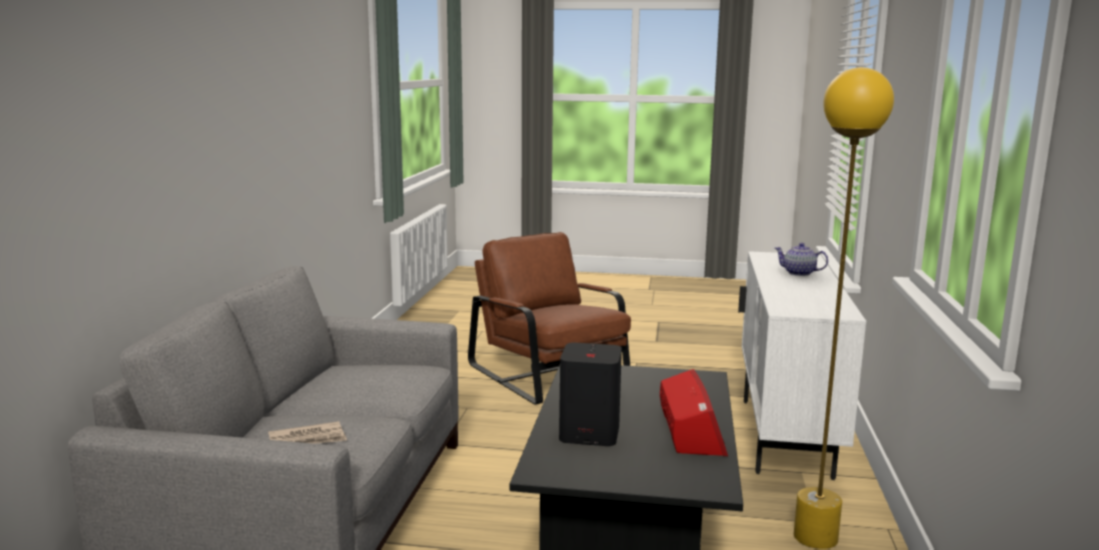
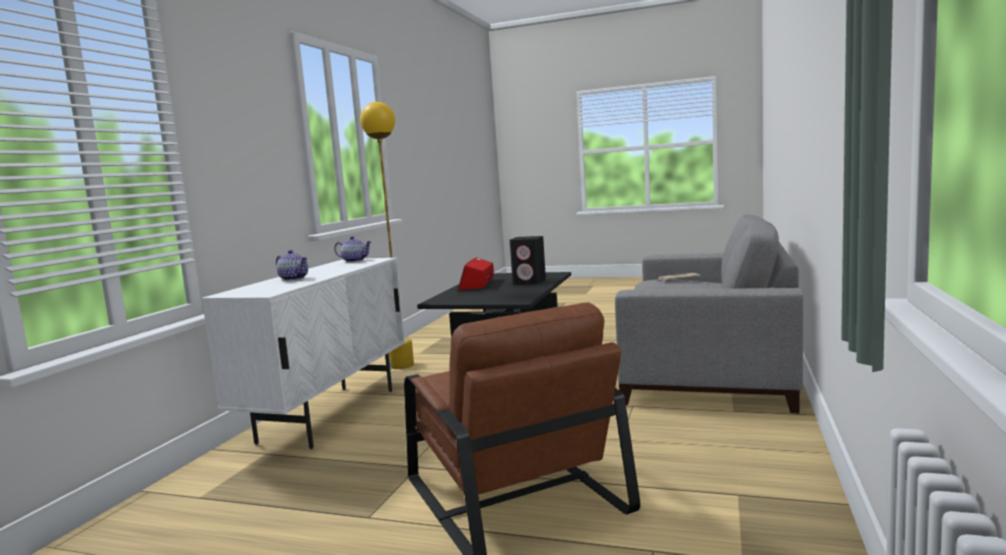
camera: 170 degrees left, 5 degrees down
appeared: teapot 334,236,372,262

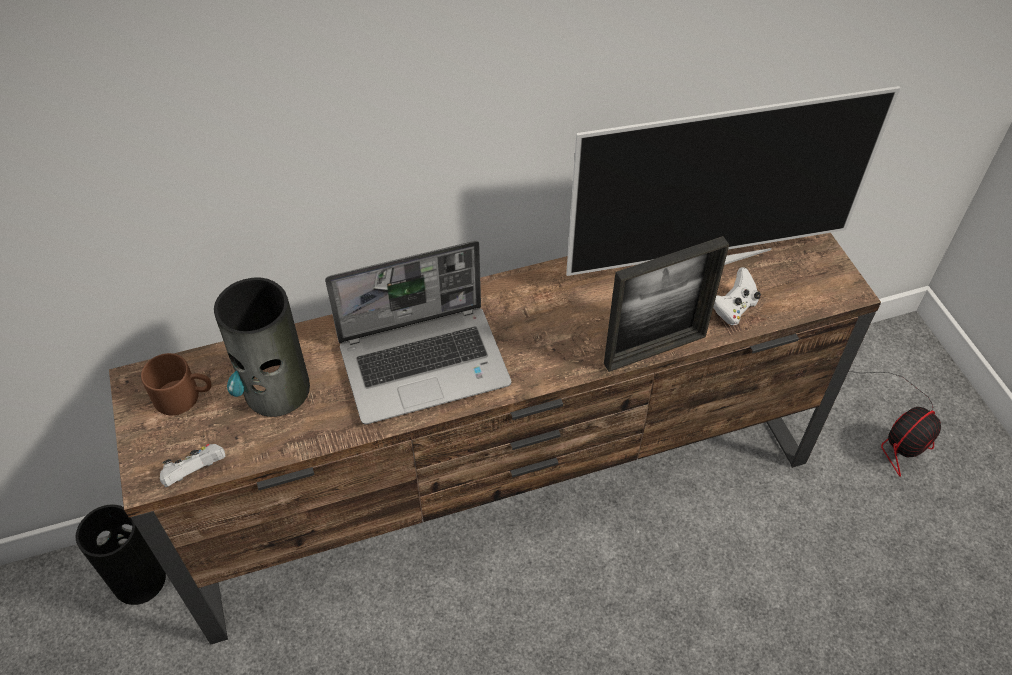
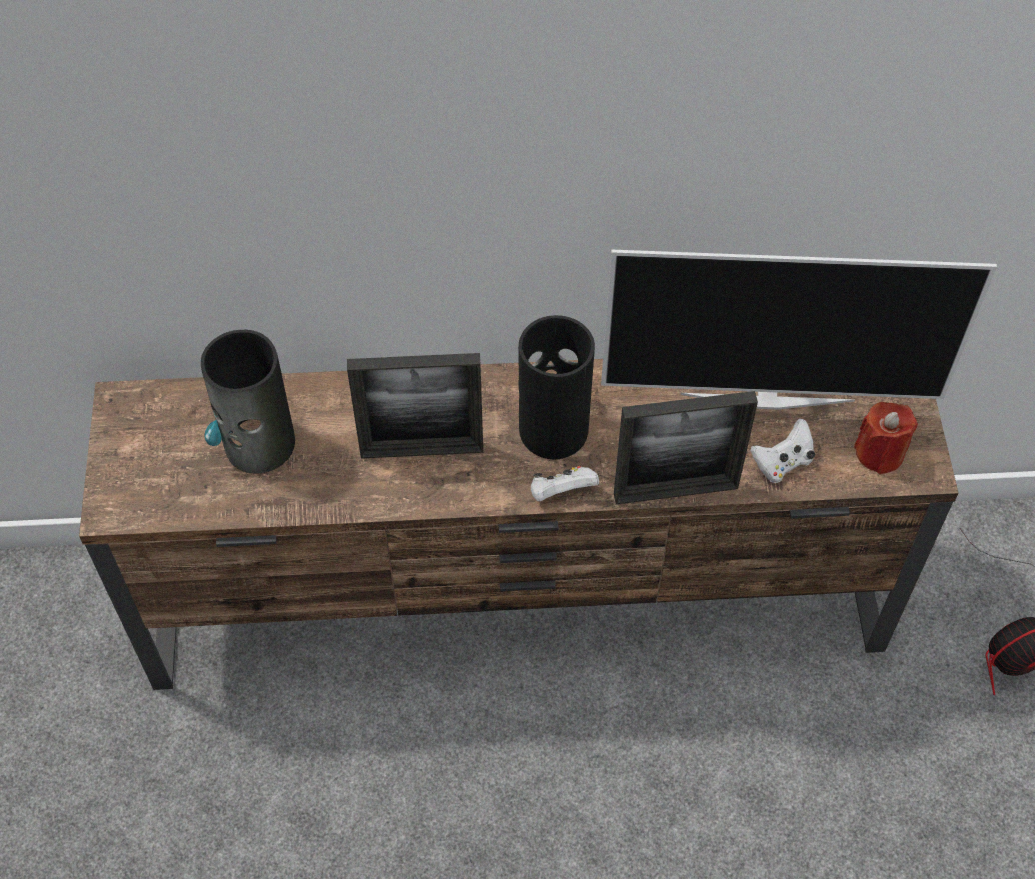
camera: 15 degrees right, 5 degrees up
missing: brown-coloured_mug 141,353,211,415
appeared: red_candle 854,402,918,474
relocated: whitish_gamepad 160,444,226,487 to 531,466,599,501; vase 76,504,166,605 to 518,315,595,459
exchanged: laptop 325,241,512,425 to picture_frame 347,353,483,459

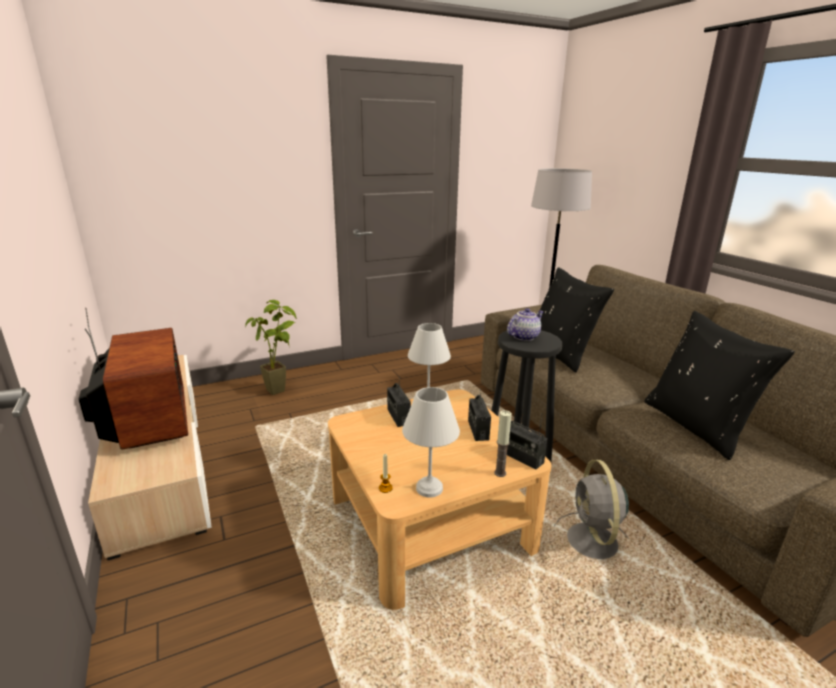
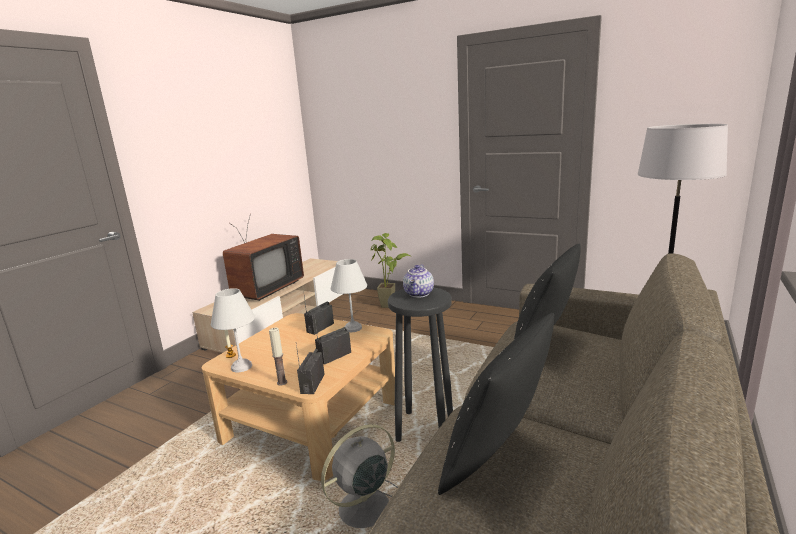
camera: 55 degrees right, 5 degrees down
spun: teapot 507,308,544,341 = 403,264,434,298 90 degrees clockwise

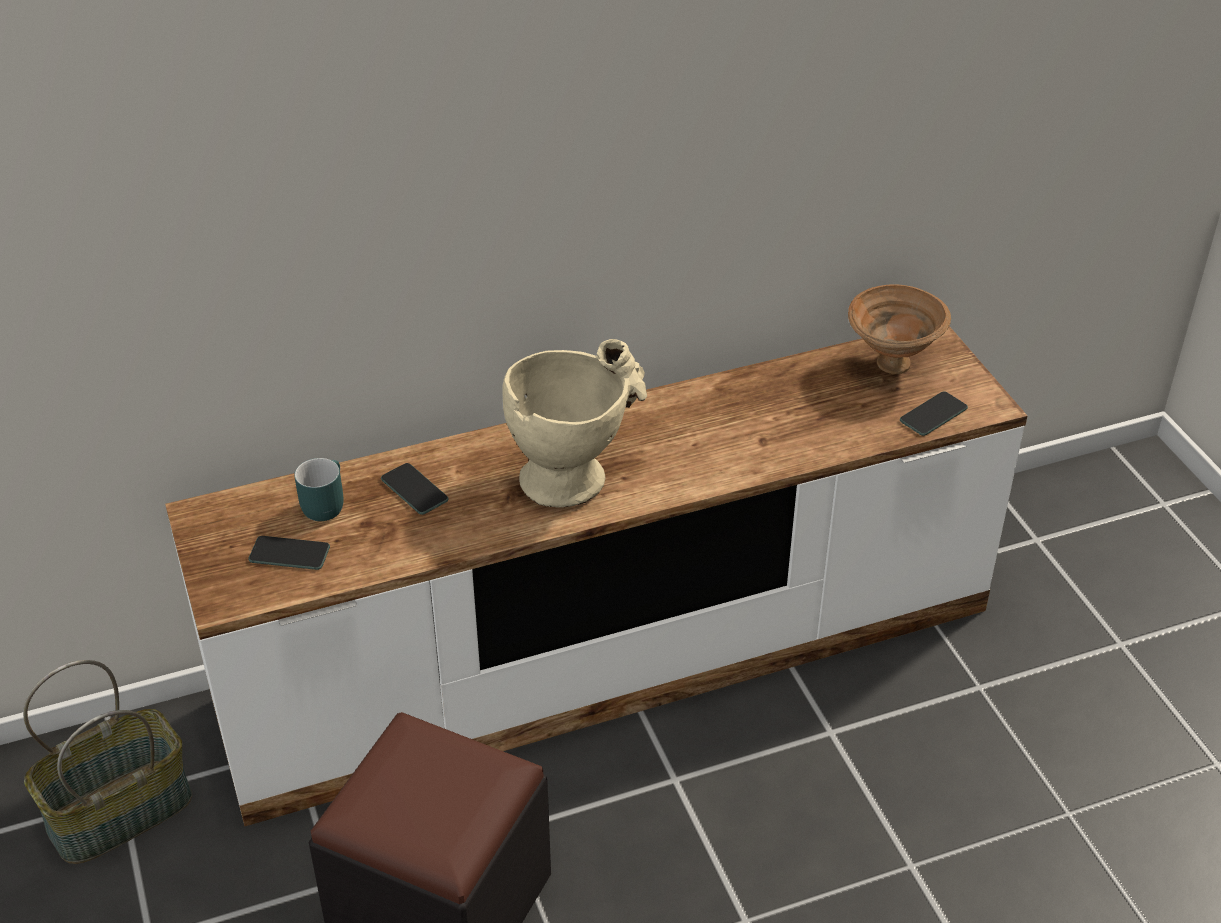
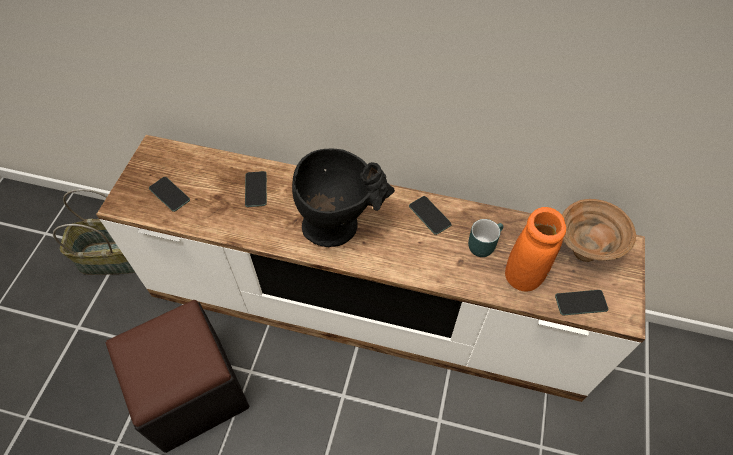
camera: 35 degrees right, 15 degrees up
appeared: telephone 409,196,452,235; orange_vase 505,207,566,291
relocated: turquoise-coloured_mug 294,458,343,521 to 468,219,504,257
colour: beige_vase 503,339,647,508 to black-coloured_vase 292,148,395,247

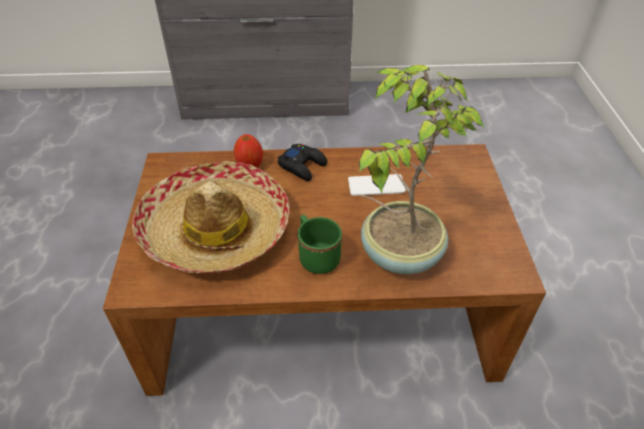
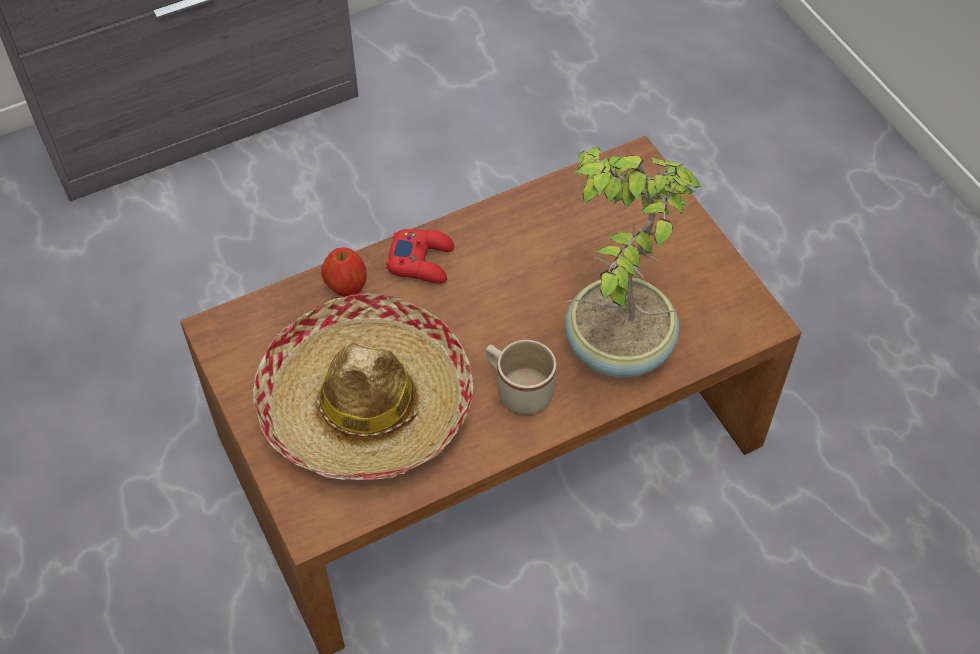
camera: 25 degrees left, 10 degrees up
missing: telephone 348,174,406,196
colour: black-coloured_gamepad 278,144,327,181 to red_gamepad 386,229,454,284; green_mug 298,215,342,274 to beige_mug 486,340,557,414

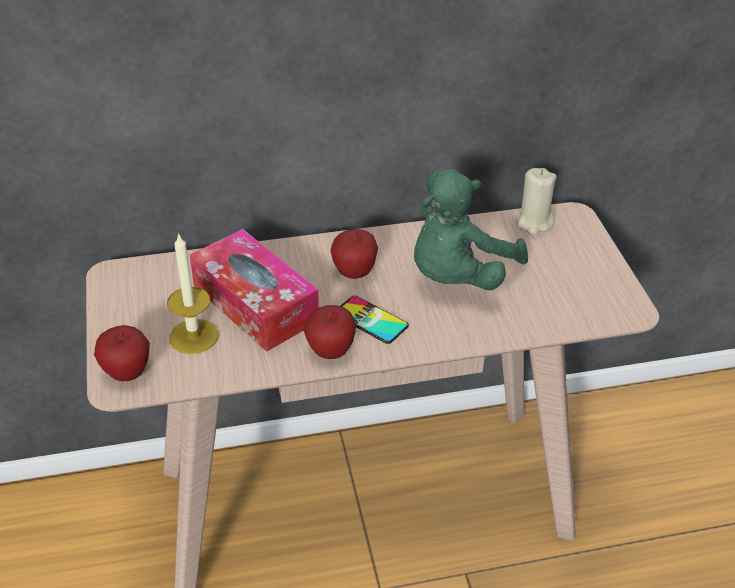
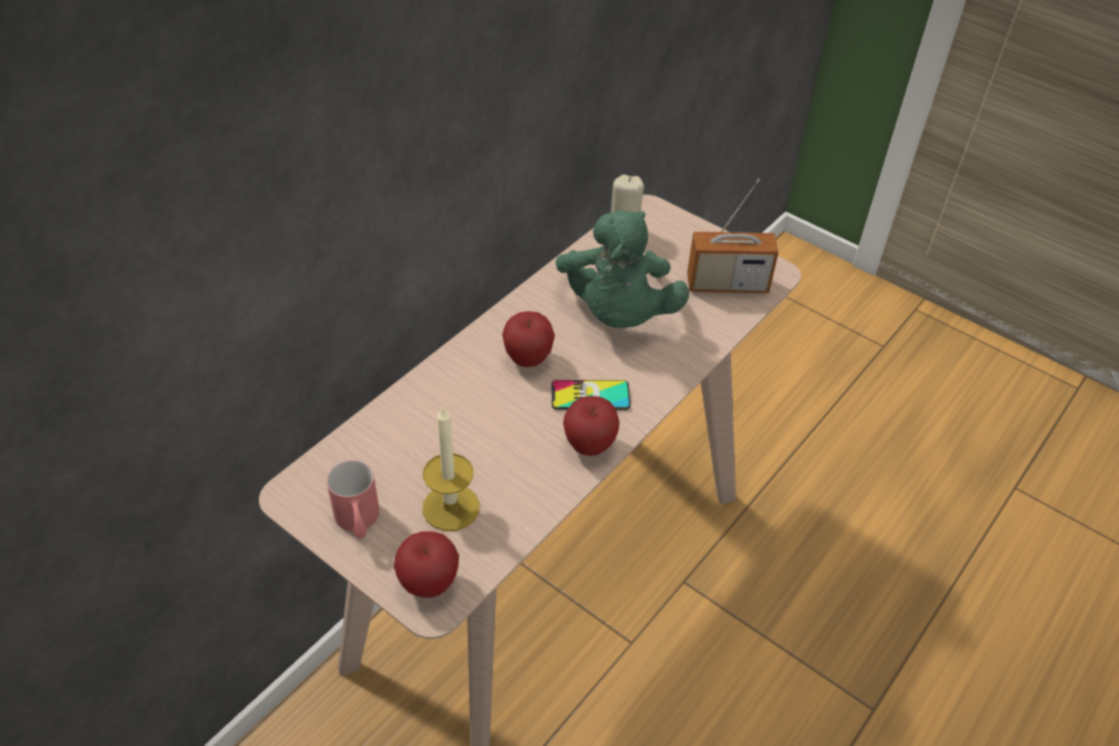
camera: 40 degrees left, 5 degrees up
missing: box_of_tissues 190,229,319,352
appeared: radio_receiver 687,179,779,293; red_mug 326,460,380,538

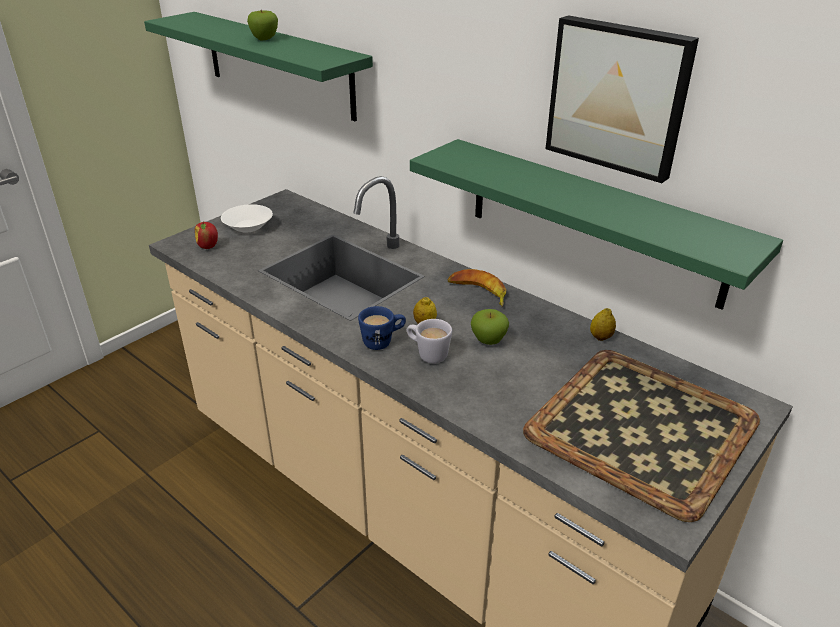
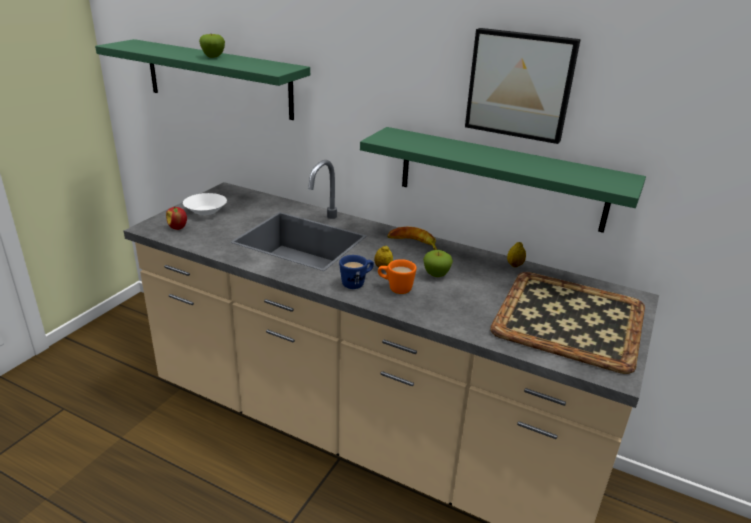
camera: 15 degrees left, 5 degrees down
colour: whitish_mug 407,319,452,364 to orange_mug 378,259,417,294

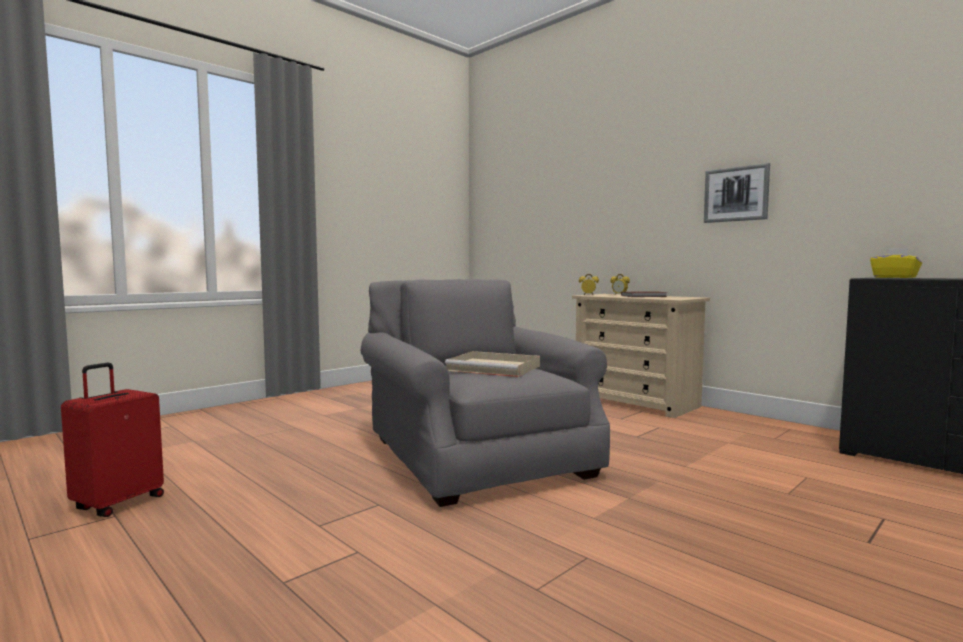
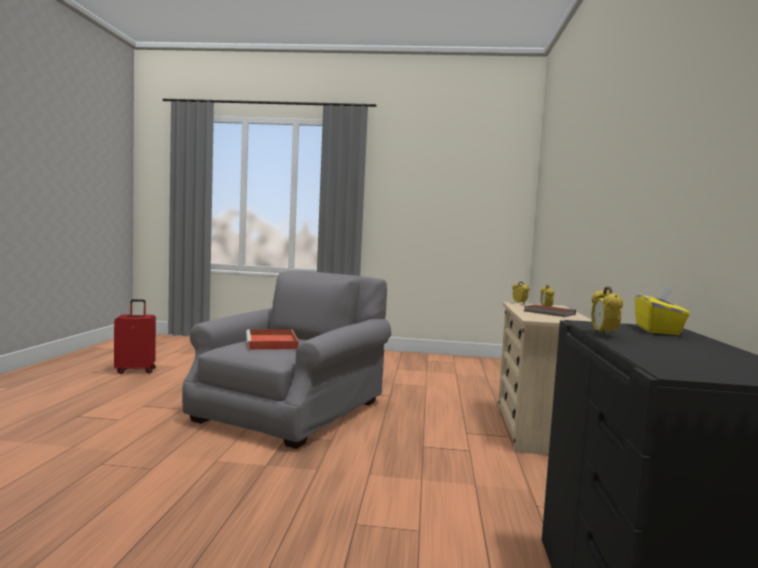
camera: 50 degrees right, 0 degrees up
missing: wall_art 704,163,770,223
appeared: bedside_clock 591,286,623,336
colour: beige_serving_tray 445,351,540,377 to red_serving_tray 246,329,299,350

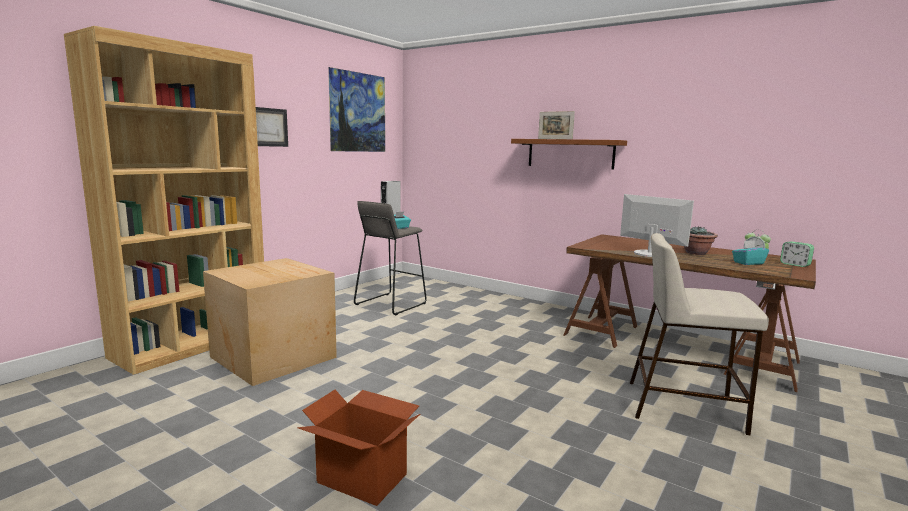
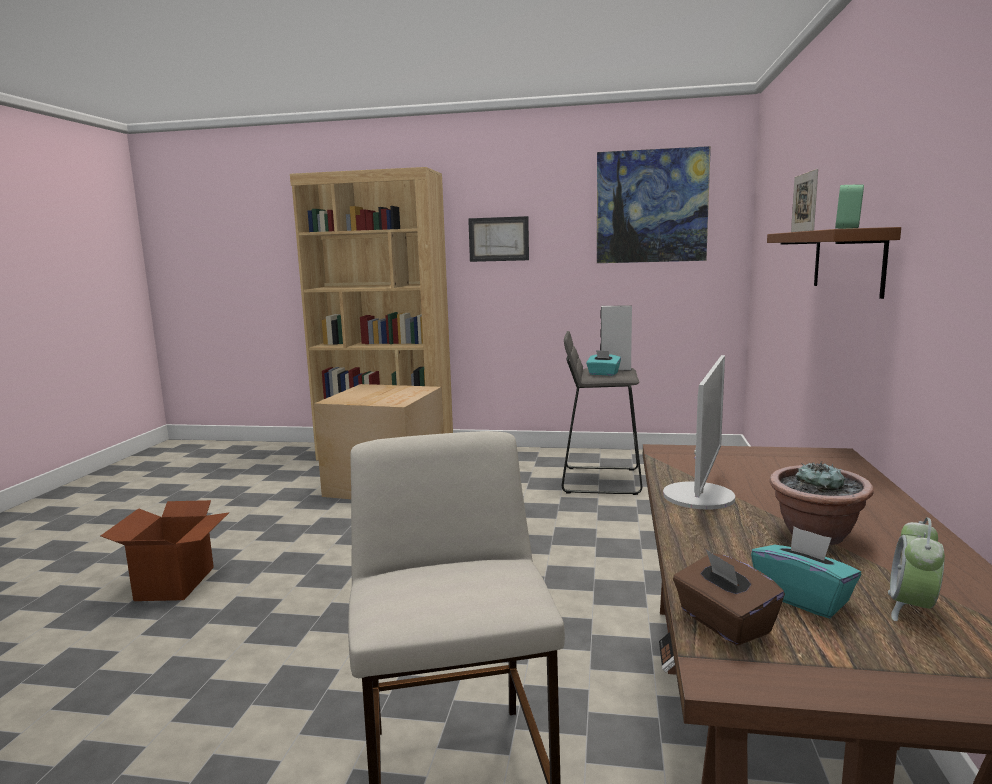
camera: 65 degrees right, 0 degrees up
appeared: brown-coloured_box_of_tissues 673,549,785,646
relocated: bedside_clock 780,241,814,267 to 835,185,864,229

